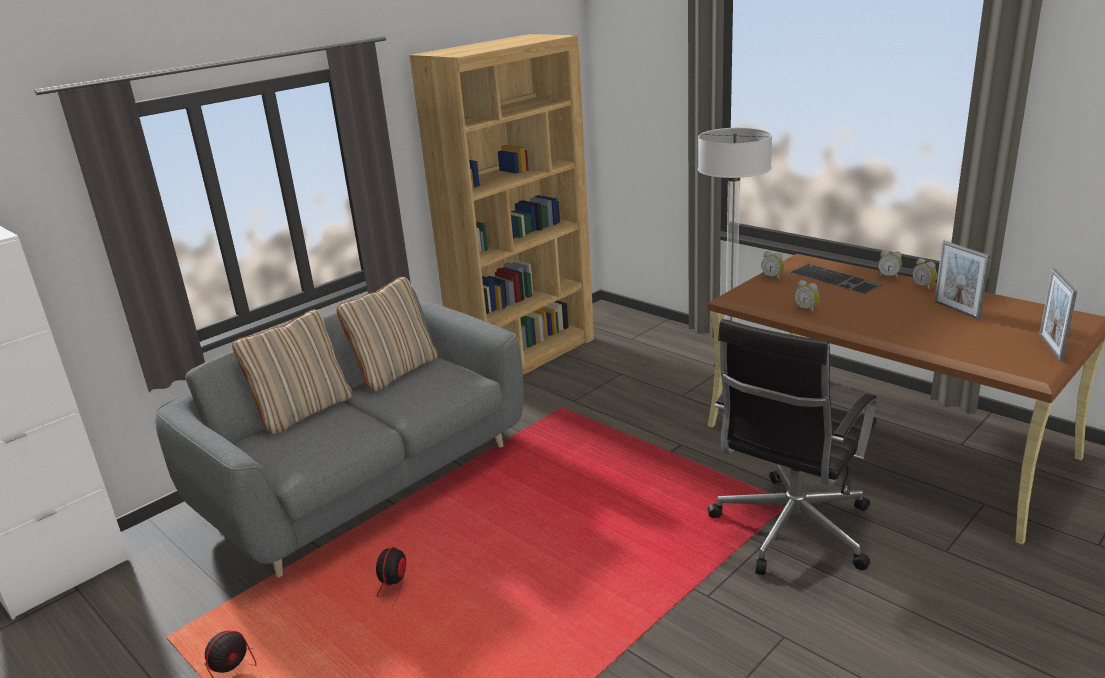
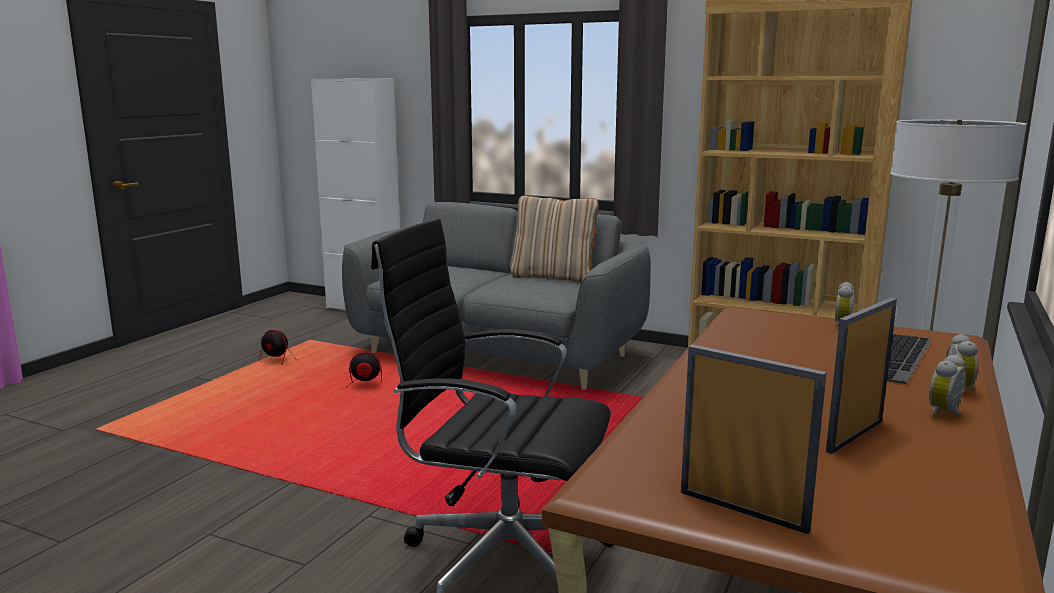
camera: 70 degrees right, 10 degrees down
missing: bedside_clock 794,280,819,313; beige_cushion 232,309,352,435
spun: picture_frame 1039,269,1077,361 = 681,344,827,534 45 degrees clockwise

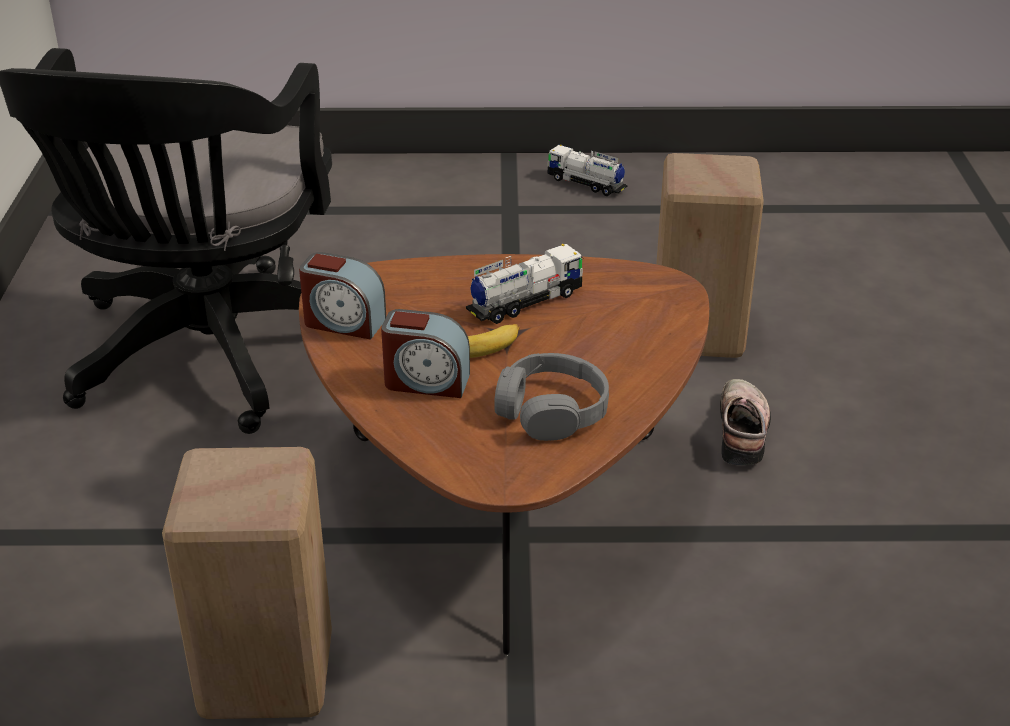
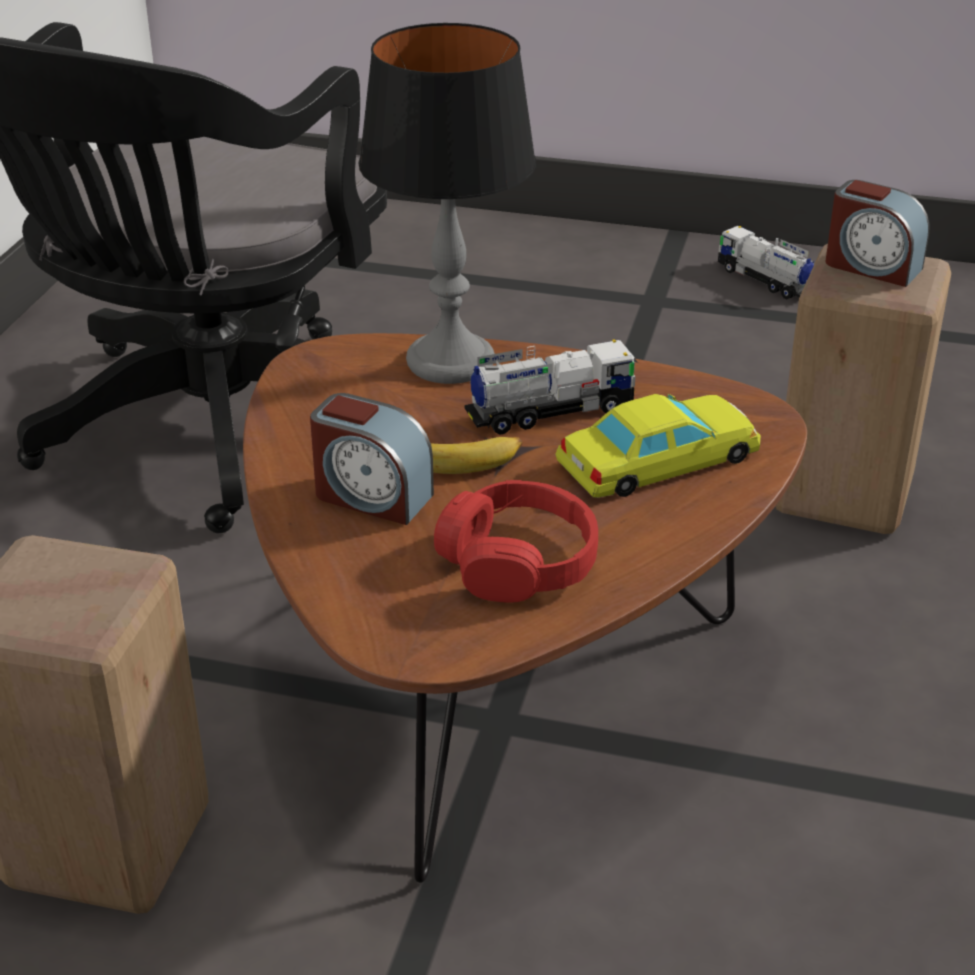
camera: 15 degrees right, 0 degrees up
missing: item_of_footwear 720,379,771,465
appeared: table_lamp 359,23,536,384; yellowish_model_car 555,394,761,498
relocated: bedside_clock 299,252,386,340 to 826,180,930,287
colour: gray_headphones 494,353,609,441 to red_headphones 434,480,598,603

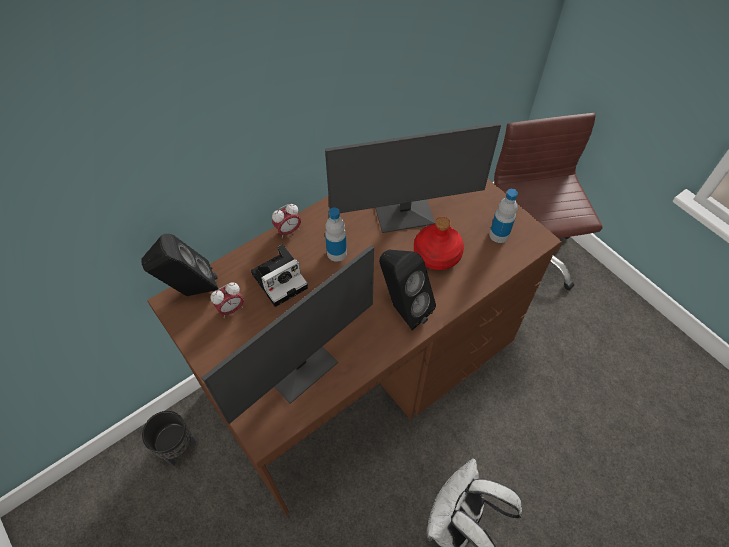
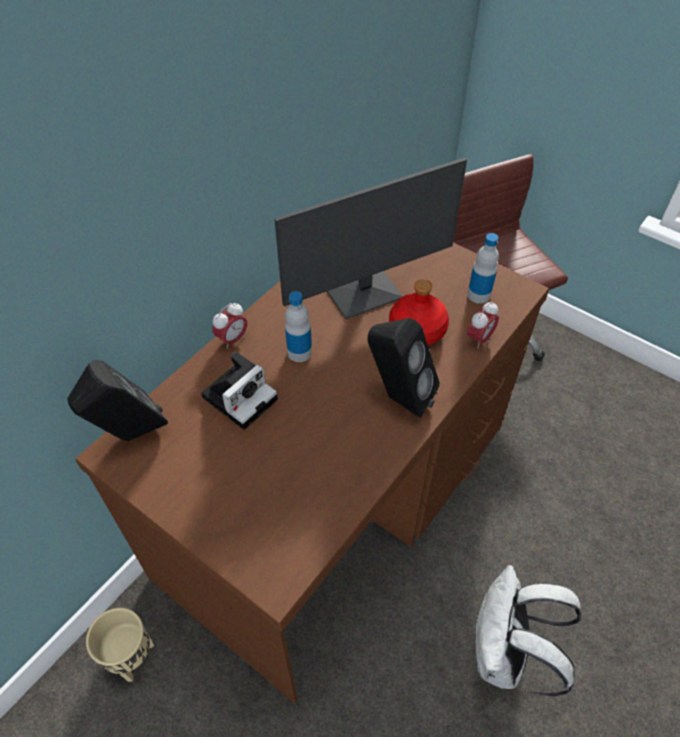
camera: 15 degrees left, 5 degrees down
missing: computer_display 201,245,374,424
relocated: bedside_clock 211,282,244,318 to 467,302,499,349
colour: black-coloured_planter 142,411,196,466 to beige_planter 86,608,154,682

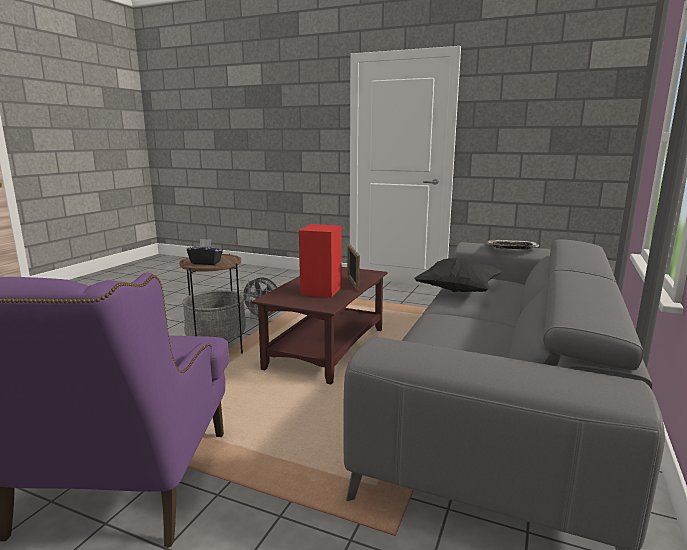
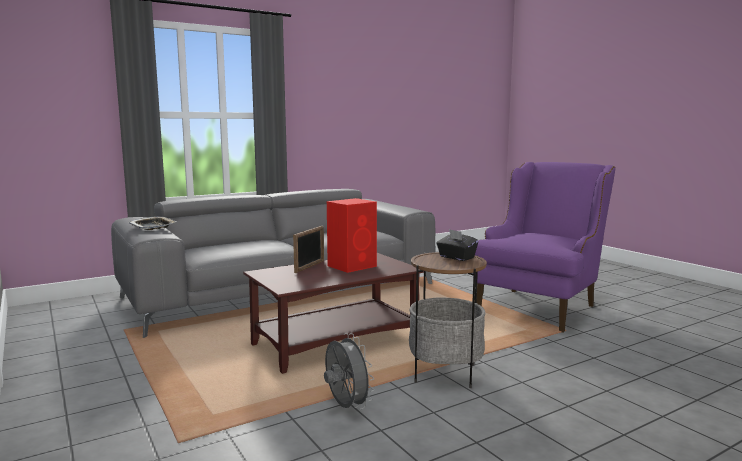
camera: 145 degrees left, 5 degrees down
missing: black-coloured_cushion 414,258,502,292

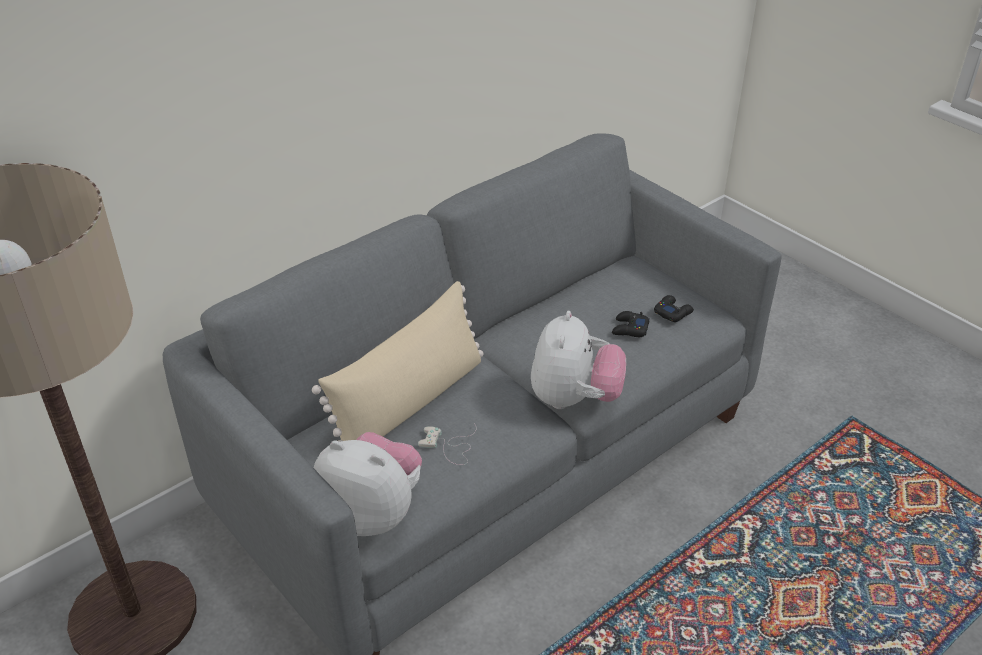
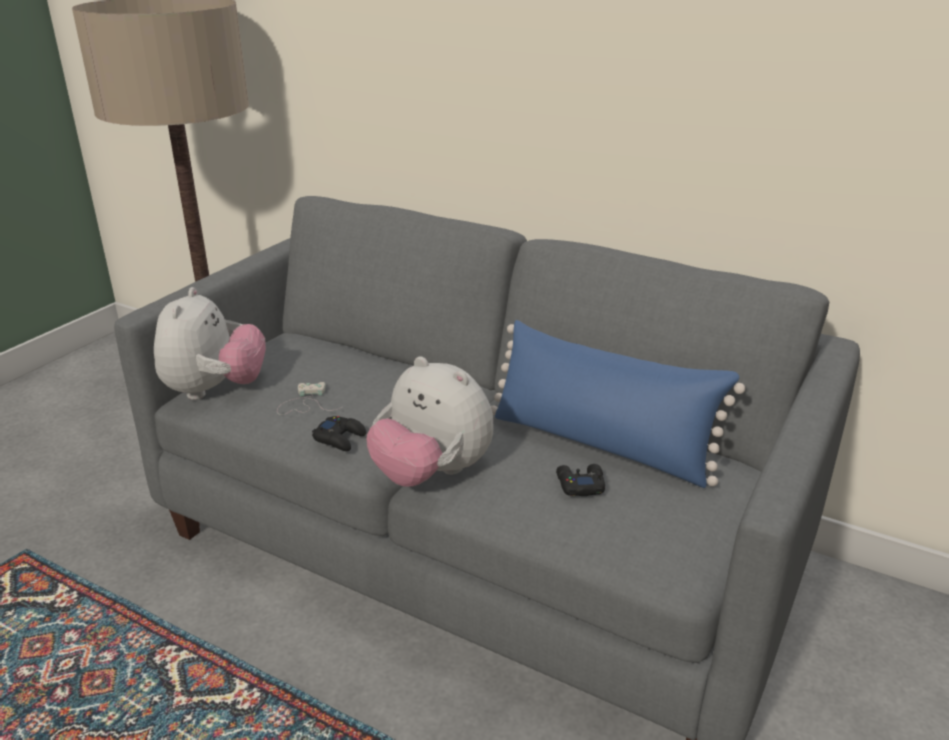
camera: 70 degrees right, 10 degrees down
missing: beige_cushion 312,281,483,442
appeared: bluish_cushion 491,320,745,488
relocated: black-coloured_gamepad 654,295,694,322 to 312,416,366,451
spun: soft_toy 531,311,626,409 = 367,356,493,487 45 degrees clockwise

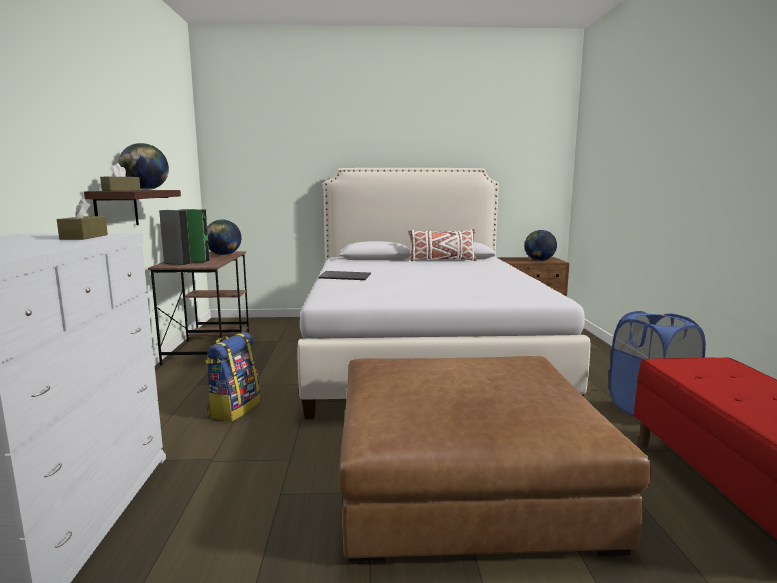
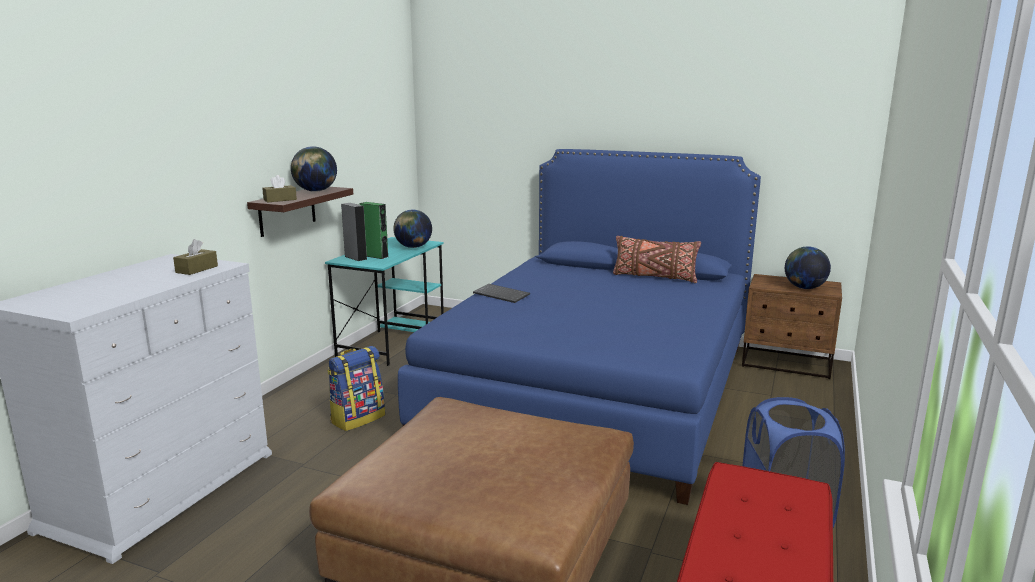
camera: 25 degrees right, 5 degrees up
colour: whitish_sleeping_bed 298,168,590,419 to bluish_sleeping_bed 398,149,761,505; whitish_cushion 408,229,477,261 to brown-coloured_cushion 613,236,701,283; brown-coloured_desk_unit 148,251,249,366 to turquoise-coloured_desk_unit 325,237,444,366

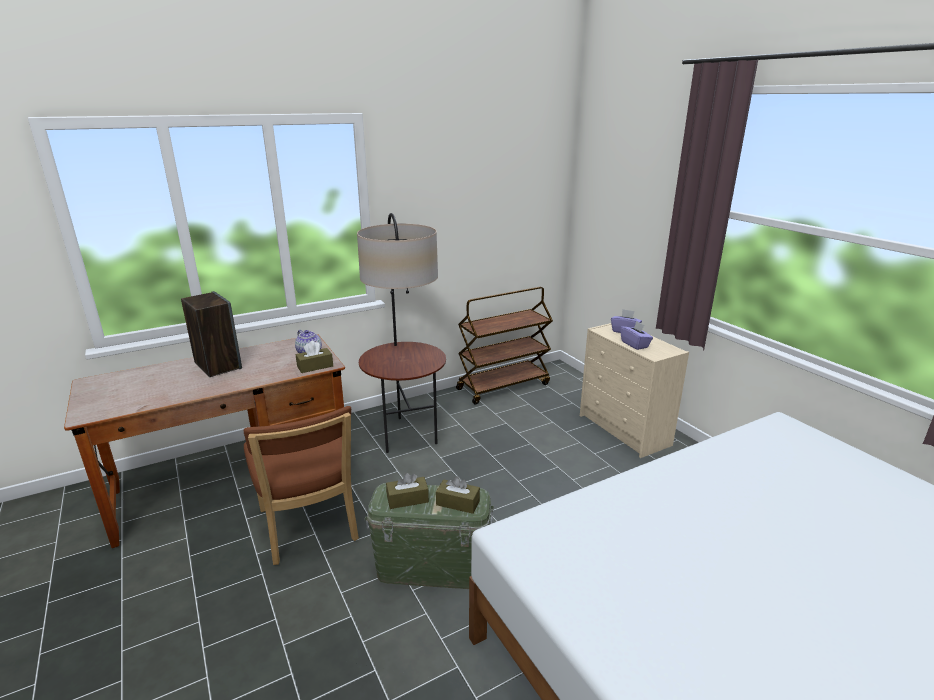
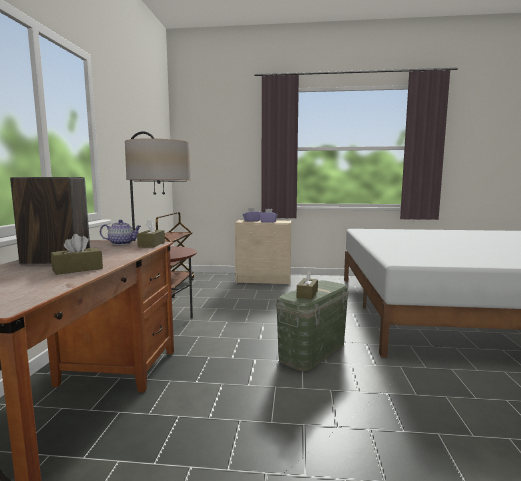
camera: 55 degrees left, 15 degrees down
missing: brown-coloured_plain_chair 244,406,359,565
relocated: brown-coloured_box_of_tissues 436,476,480,514 to 51,234,103,275

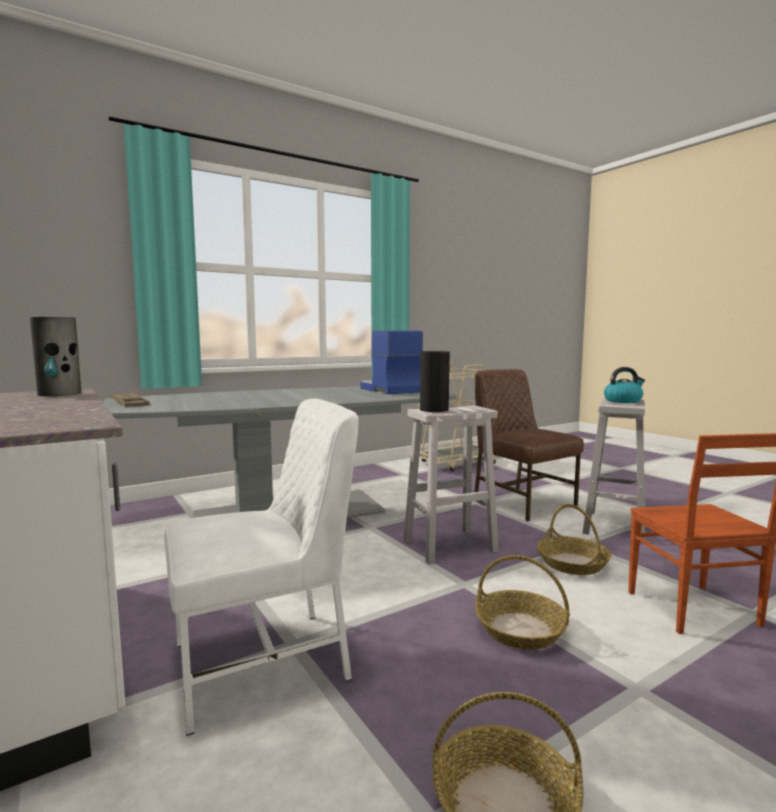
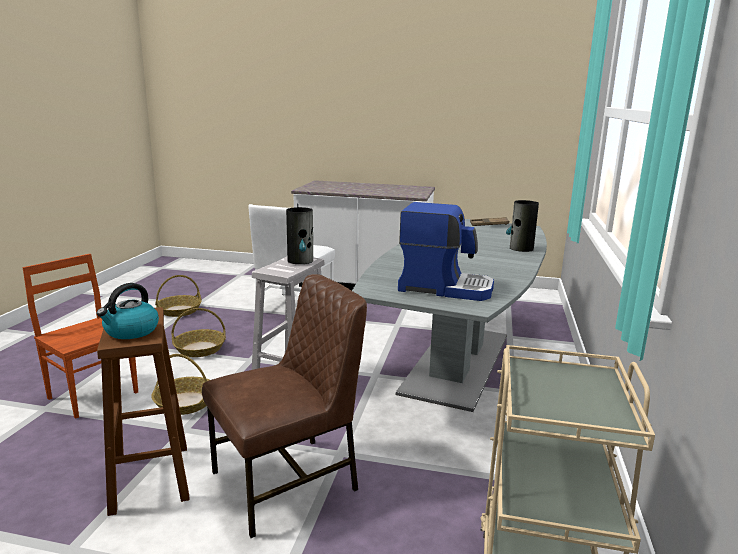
camera: 135 degrees right, 10 degrees up
relocated: vase 30,317,81,396 to 506,200,539,252
colour: whitish_stool_seat 583,398,645,543 to brown-coloured_stool_seat 97,307,190,516
spun: brown-coloured_plain_chair 474,369,584,521 = 202,274,367,538 45 degrees counterclockwise

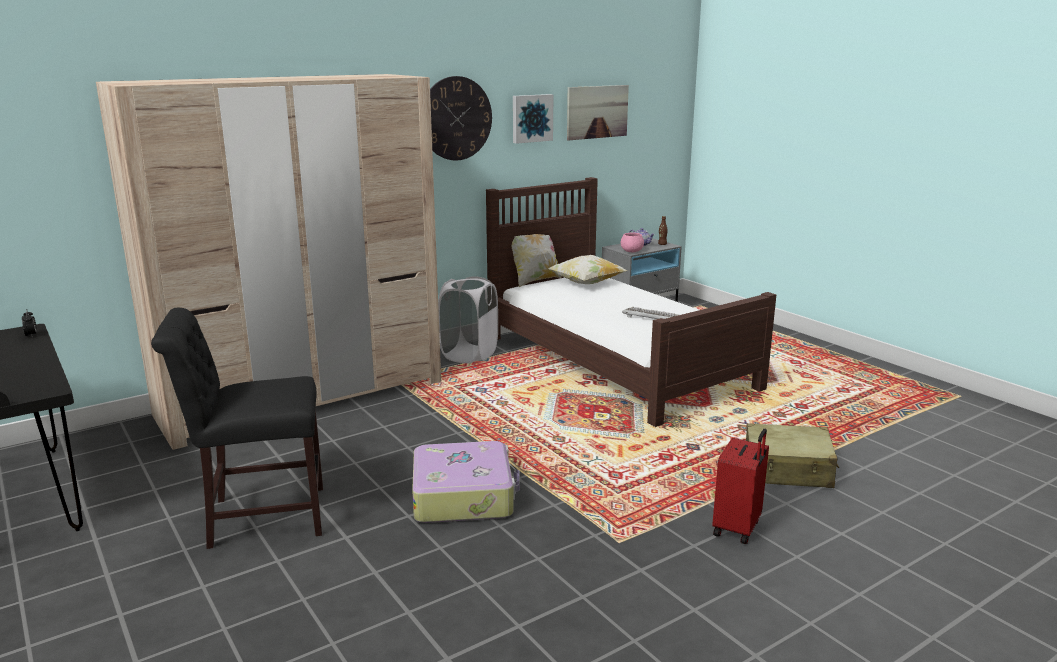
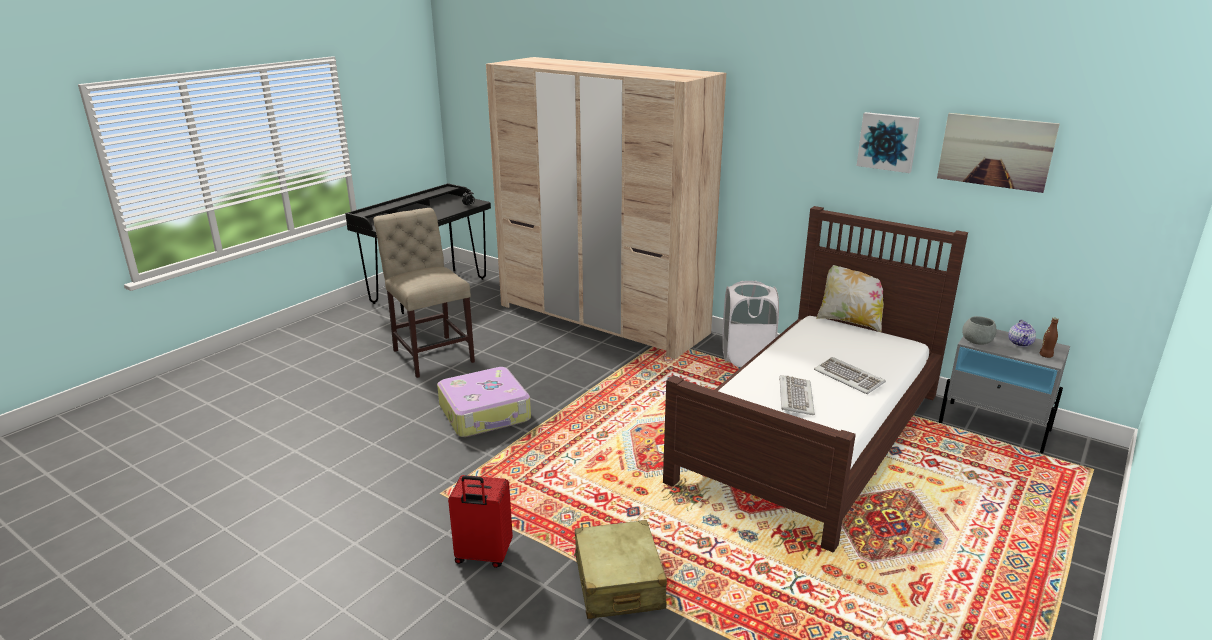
camera: 70 degrees right, 5 degrees up
missing: hanging_clock 430,76,492,160; cushion 548,255,627,284
appeared: computer_keyboard 814,357,886,394
colour: pink_serving_bowl 621,233,644,252 to gray_serving_bowl 962,316,997,345; black-coloured_plain_chair 151,308,323,549 to beige_plain_chair 373,208,475,378

